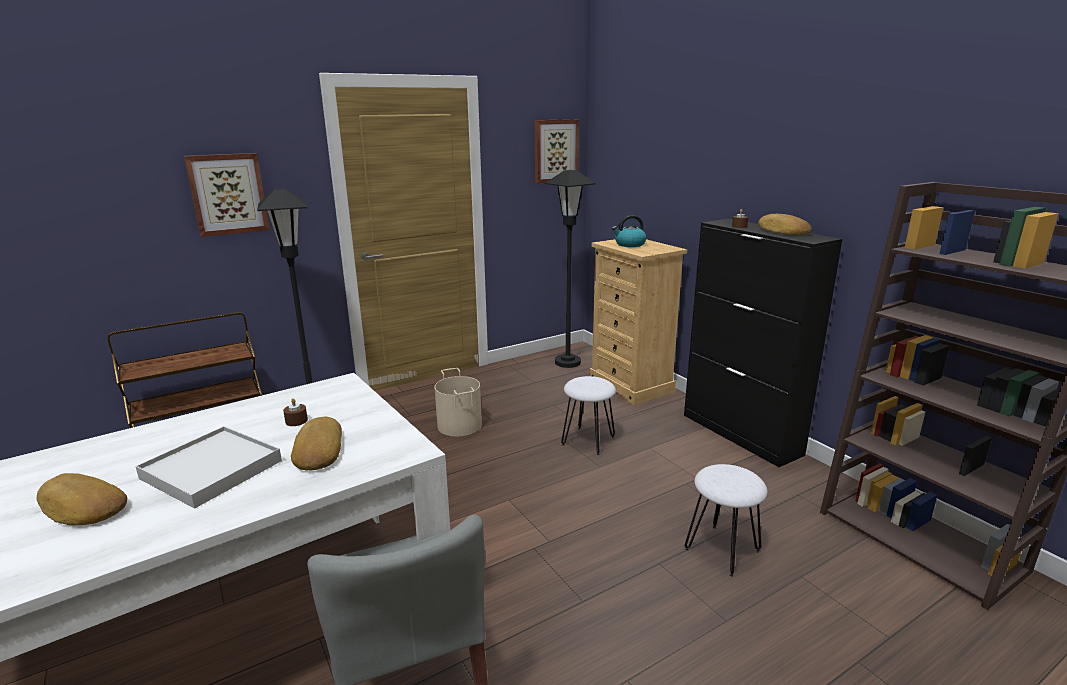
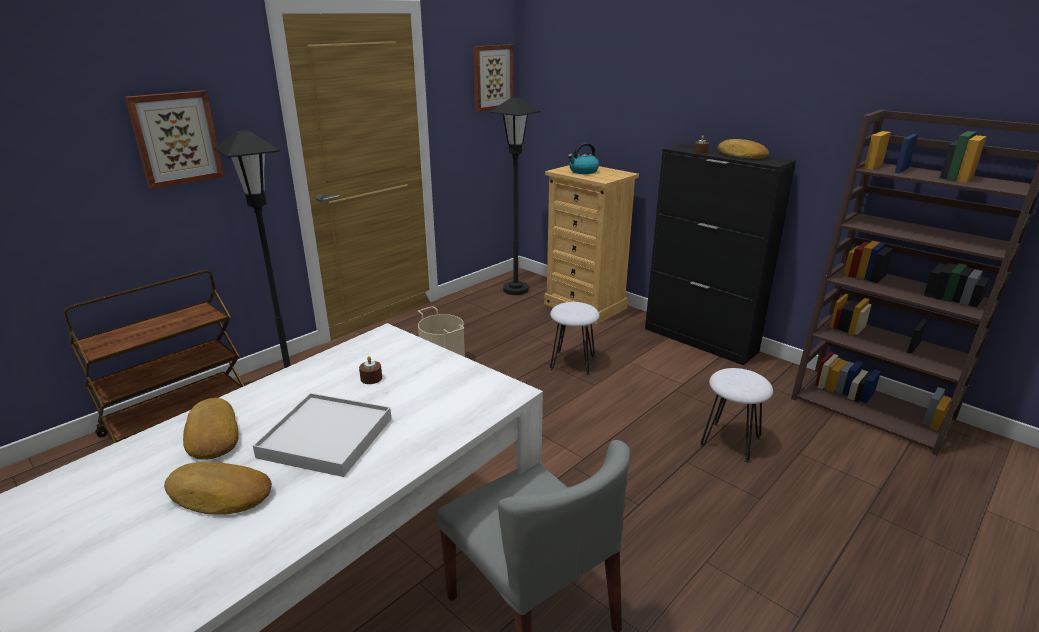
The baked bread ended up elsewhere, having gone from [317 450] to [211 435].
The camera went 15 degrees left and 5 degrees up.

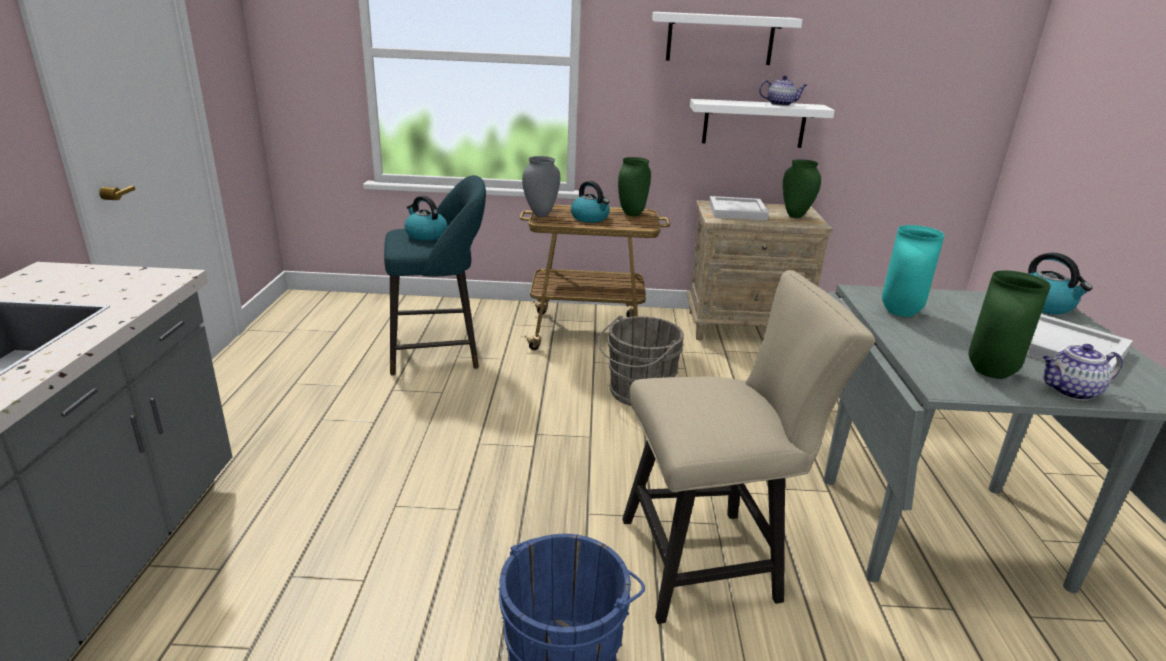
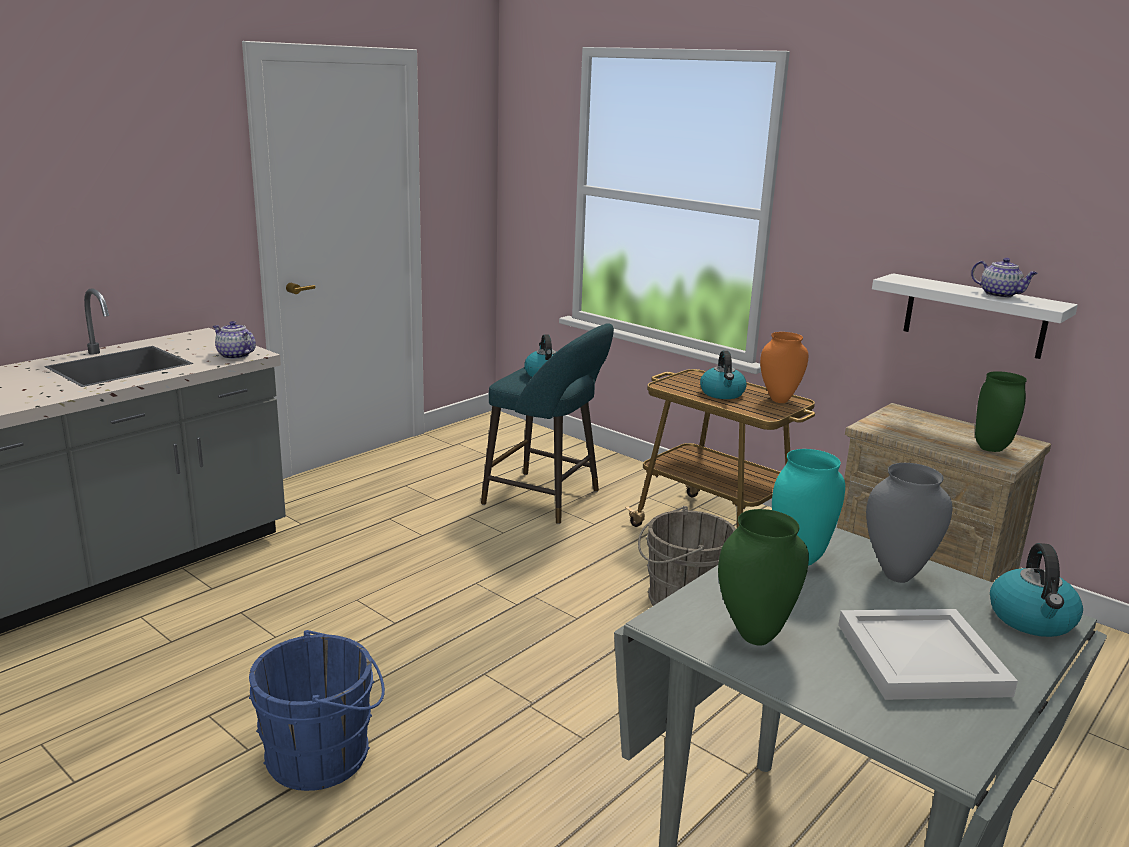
The second view lost the white-coloured shelf at [720 39].
The gray flower vase ended up elsewhere, having gone from [540 214] to [897 574].
What was the green-coloured flower vase at [631 214] turned into the orange-coloured flower vase at [779 400].
The second view lost the white-coloured serving tray at [738 211].
The second view lost the beige-coloured upright chair at [711 560].
The pot for tea ended up elsewhere, having gone from [1070 391] to [234 355].
The camera went 40 degrees right and 5 degrees down.

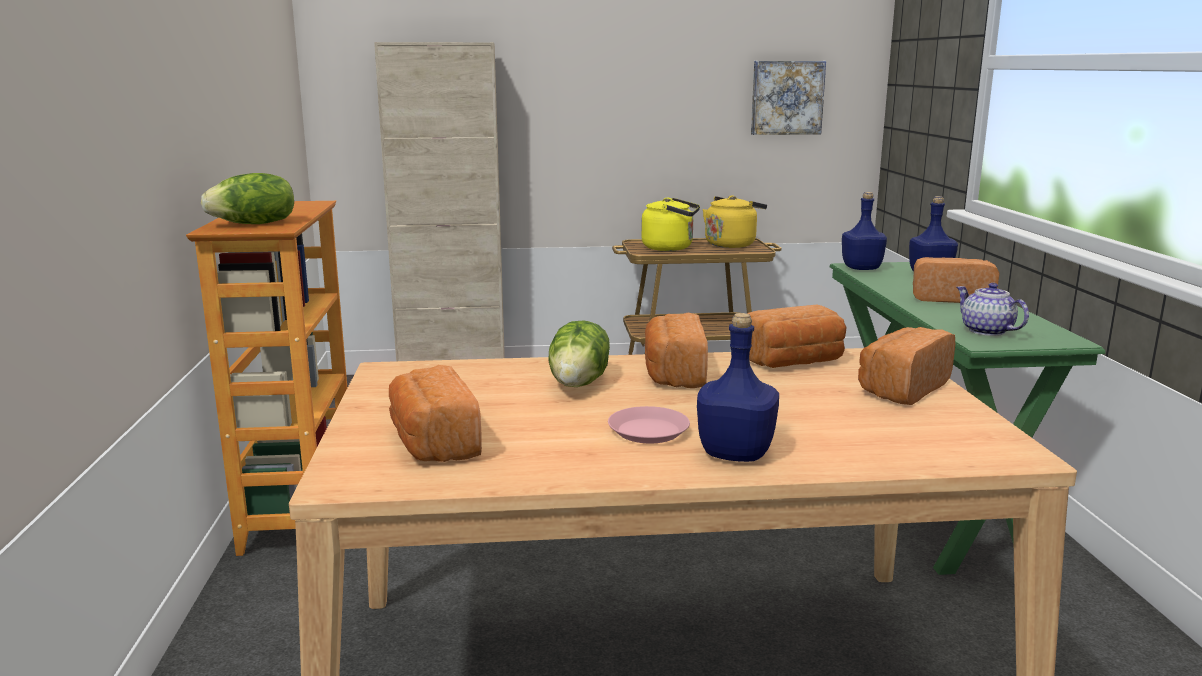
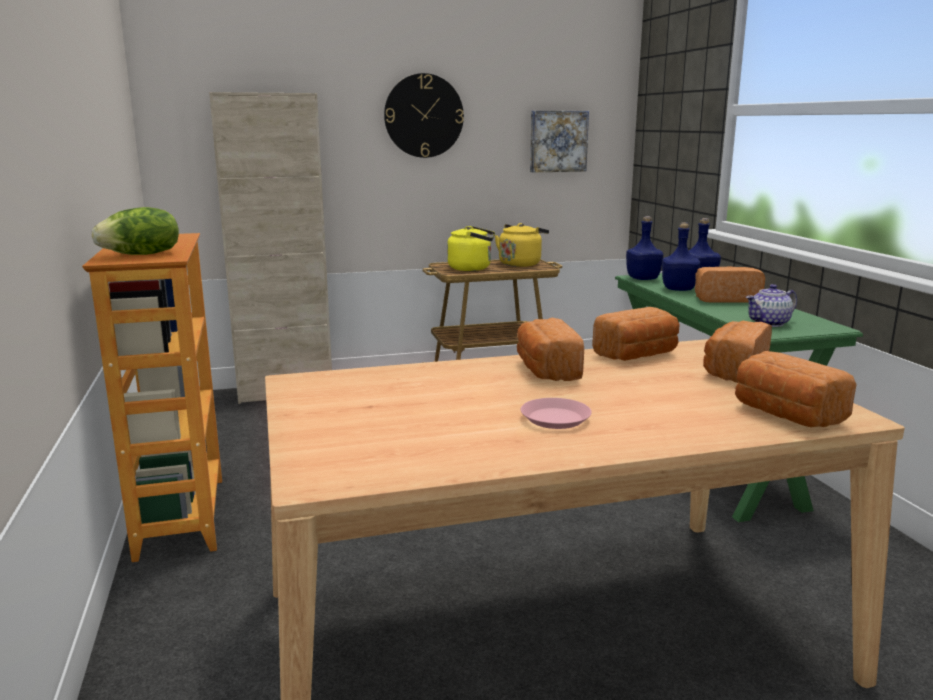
The pot for tea at [987 331] ended up facing another way, 75 degrees counterclockwise from before.
The blue-coloured drink bottle ended up elsewhere, having gone from [734 453] to [678 289].
The second view lost the lettuce head at [580 383].
The baked bread ended up elsewhere, having gone from [433 443] to [785 414].
The second view gained the clock on the wall at [423 116].
The camera went 10 degrees left and 0 degrees up.

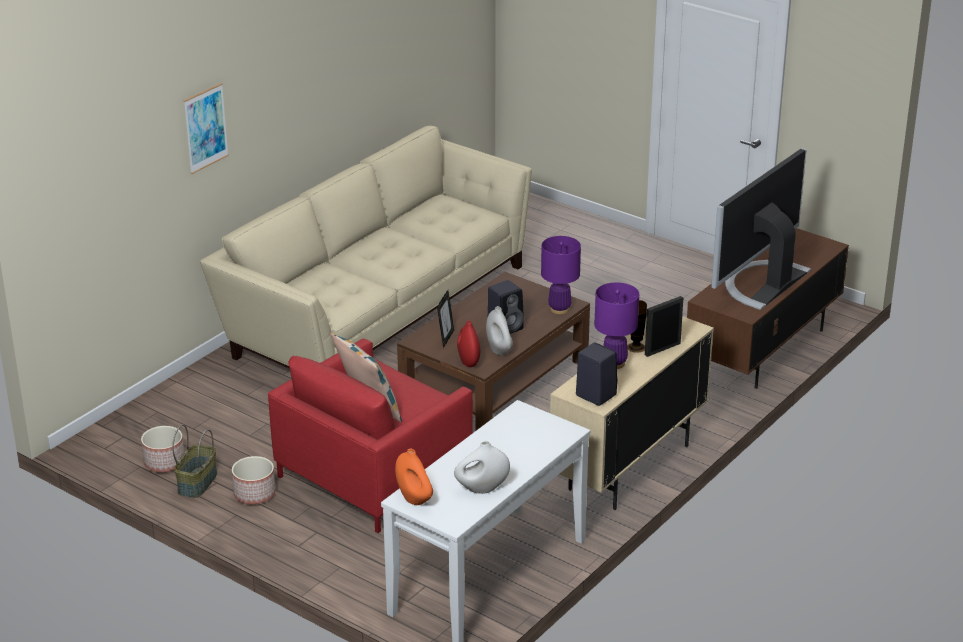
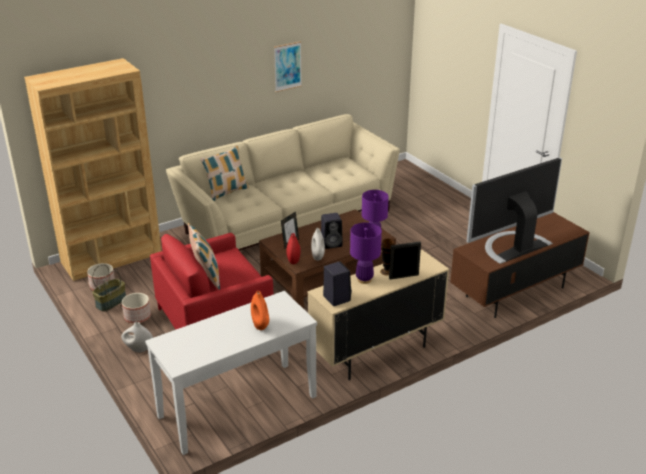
The picture ended up elsewhere, having gone from [205 128] to [287 66].
The white-coloured flower vase ended up elsewhere, having gone from [482 489] to [138 349].
The orange-coloured flower vase ended up elsewhere, having gone from [414 498] to [260 325].
The second view gained the brown bookcase at [112 258].
The second view gained the pillow at [226 192].
The camera went 20 degrees right and 0 degrees up.

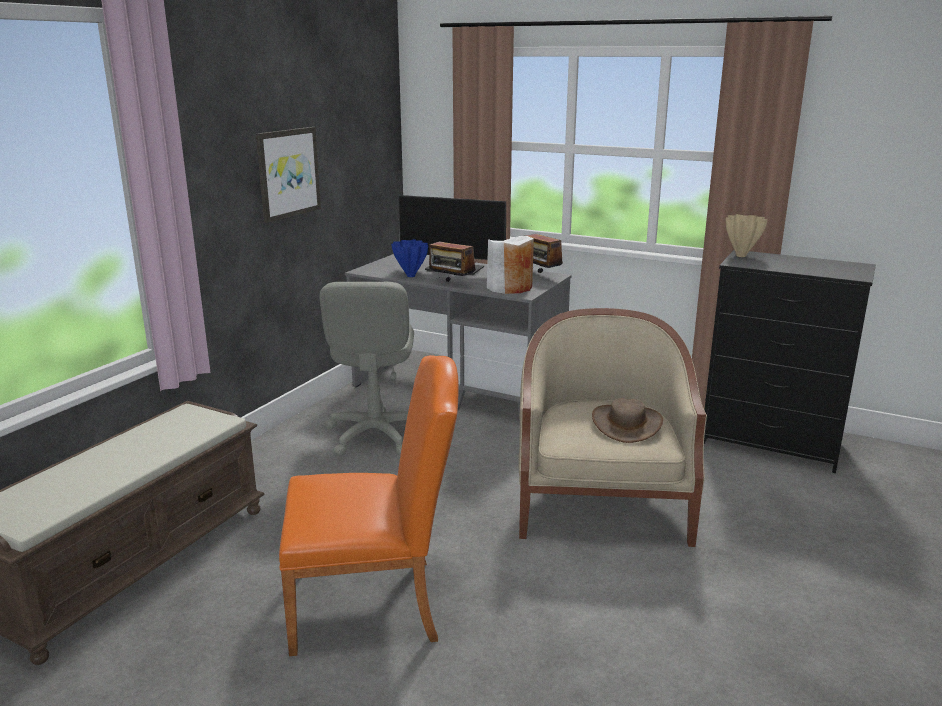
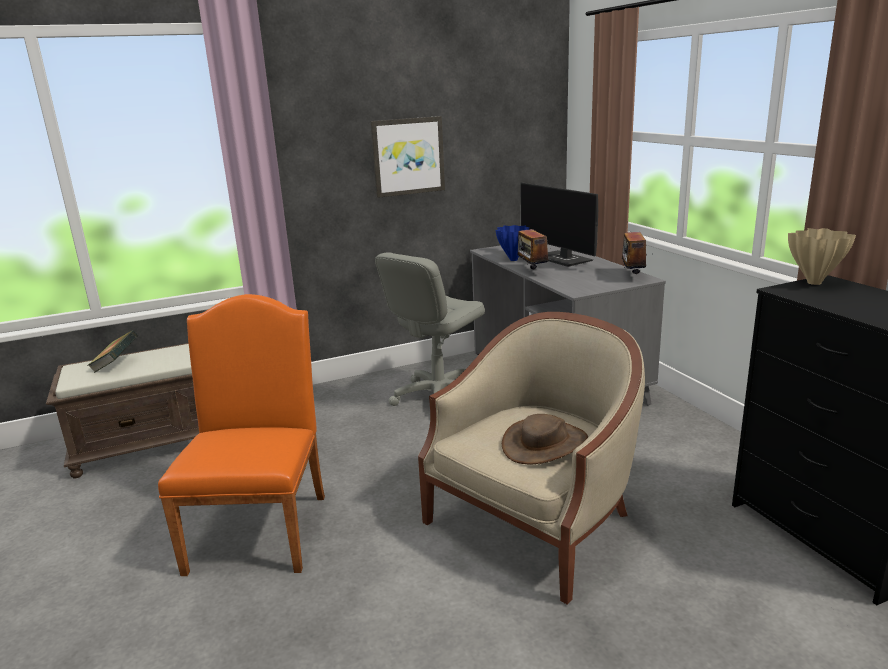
The second view lost the white-coloured flower vase at [510 287].
The orange-coloured upright chair at [376 603] ended up facing another way, 120 degrees counterclockwise from before.
The second view gained the bound book at [116 365].
The camera went 40 degrees right and 0 degrees up.

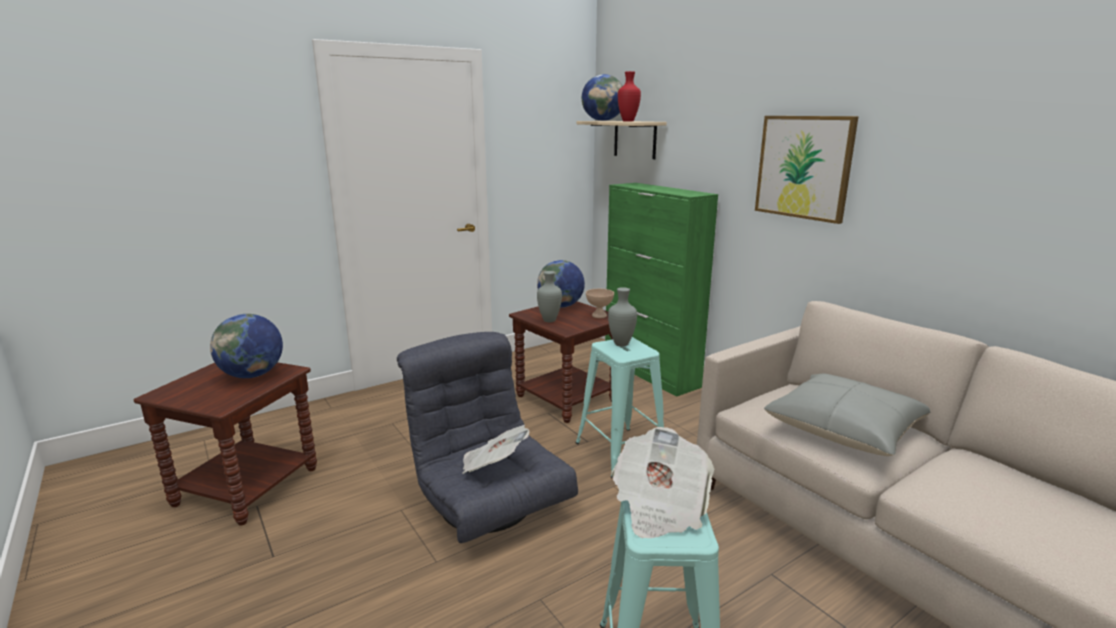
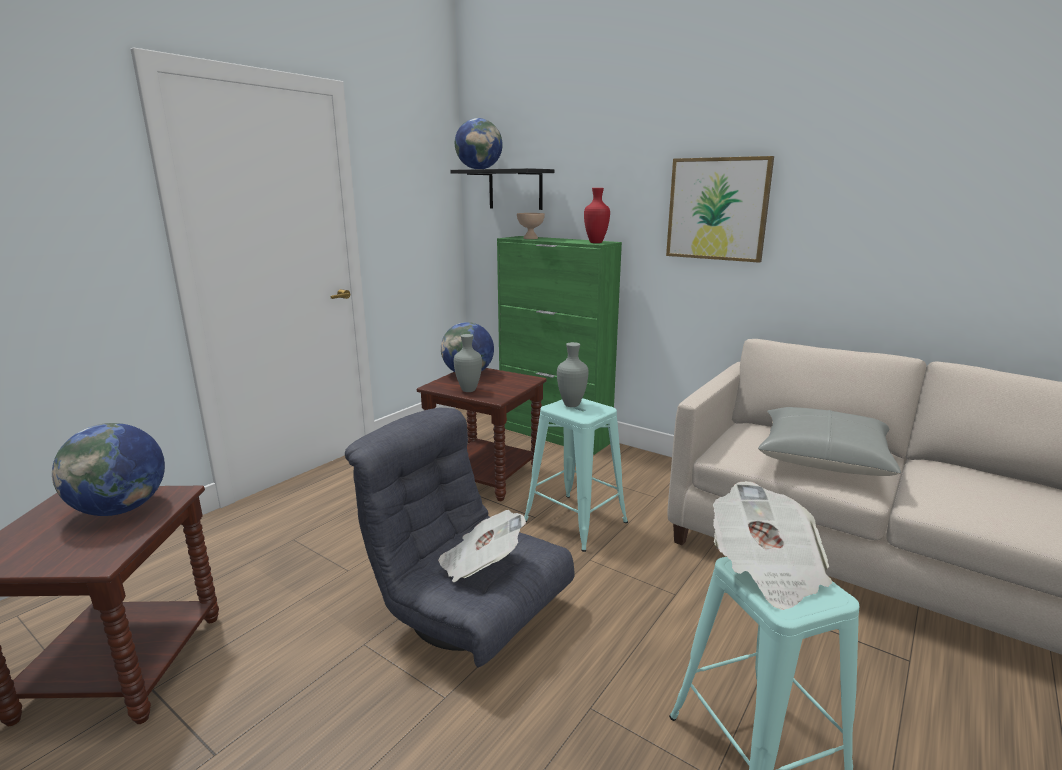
The red-coloured flower vase ended up elsewhere, having gone from [627 121] to [595 242].
What was the beige-coloured shelf at [635 139] turned into the blackish shelf at [515 189].
The beige-coloured deep dish ended up elsewhere, having gone from [600 316] to [531 238].
The camera went 20 degrees left and 0 degrees up.

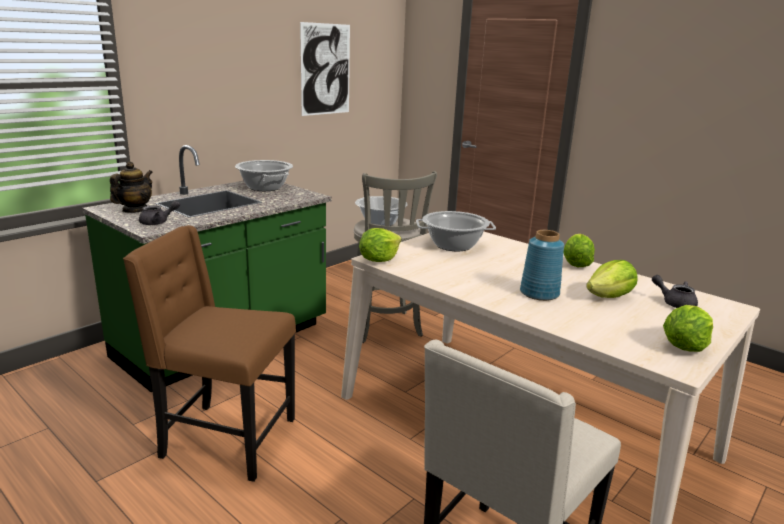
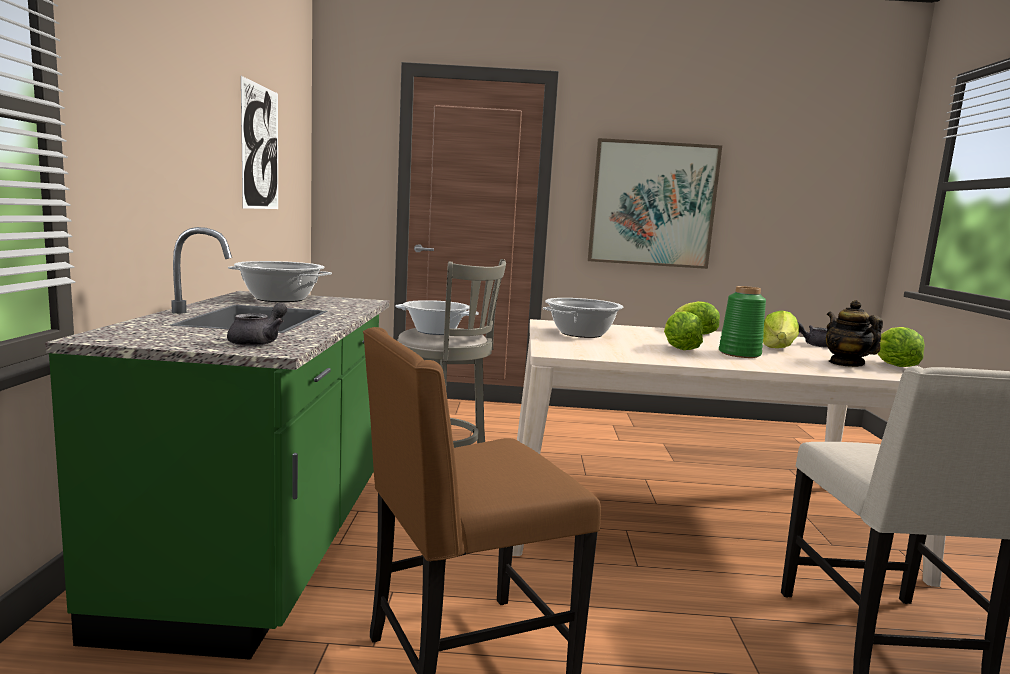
The pot for tea ended up elsewhere, having gone from [134 210] to [846 363].
The lettuce head ended up elsewhere, having gone from [379 260] to [679 349].
What was the blue-coloured flower vase at [540 293] turned into the green-coloured flower vase at [740 354].
The second view gained the picture at [652 204].
The camera went 40 degrees left and 10 degrees down.

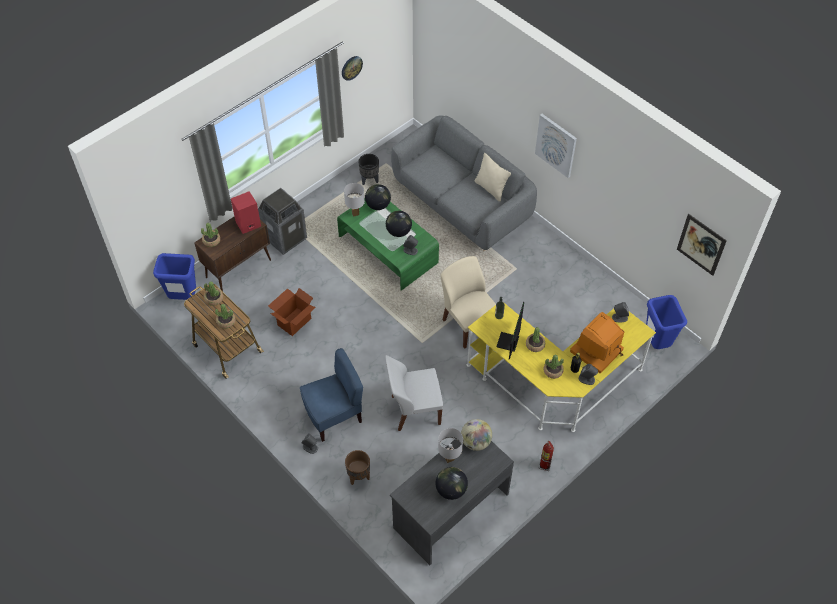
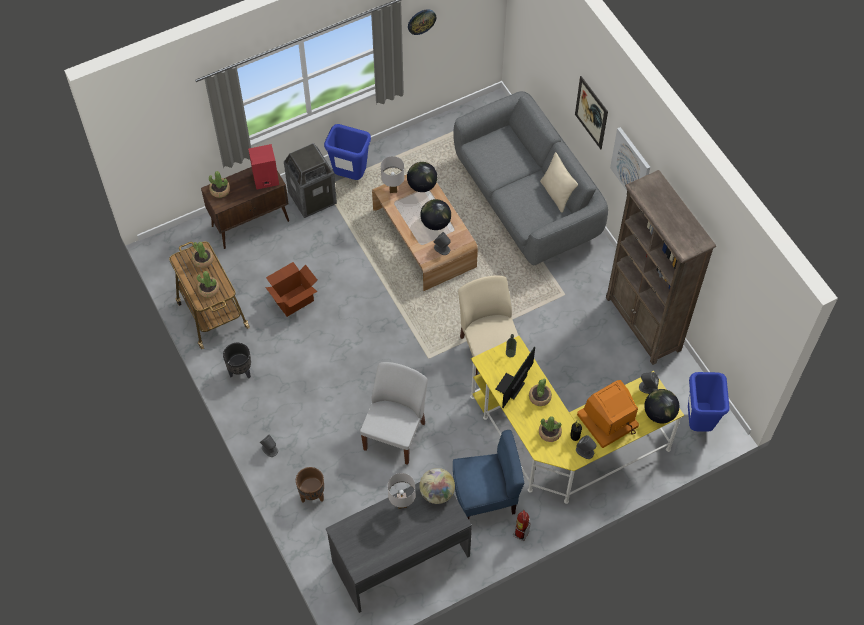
The blackish plant pot ended up elsewhere, having gone from [369 180] to [240 371].
What was the green-coloured lounge table at [388 249] turned into the brown lounge table at [424 238].
The picture ended up elsewhere, having gone from [701 244] to [591 112].
The blue-coloured trash can ended up elsewhere, having gone from [183 297] to [350 176].
The blue-coloured upright chair ended up elsewhere, having gone from [334 415] to [485 497].
The white-coloured upright chair at [414 410] ended up facing another way, 105 degrees clockwise from before.
The globe ended up elsewhere, having gone from [451 490] to [659 413].
The second view gained the brown bookcase at [643 324].
The camera went 15 degrees right and 5 degrees up.

